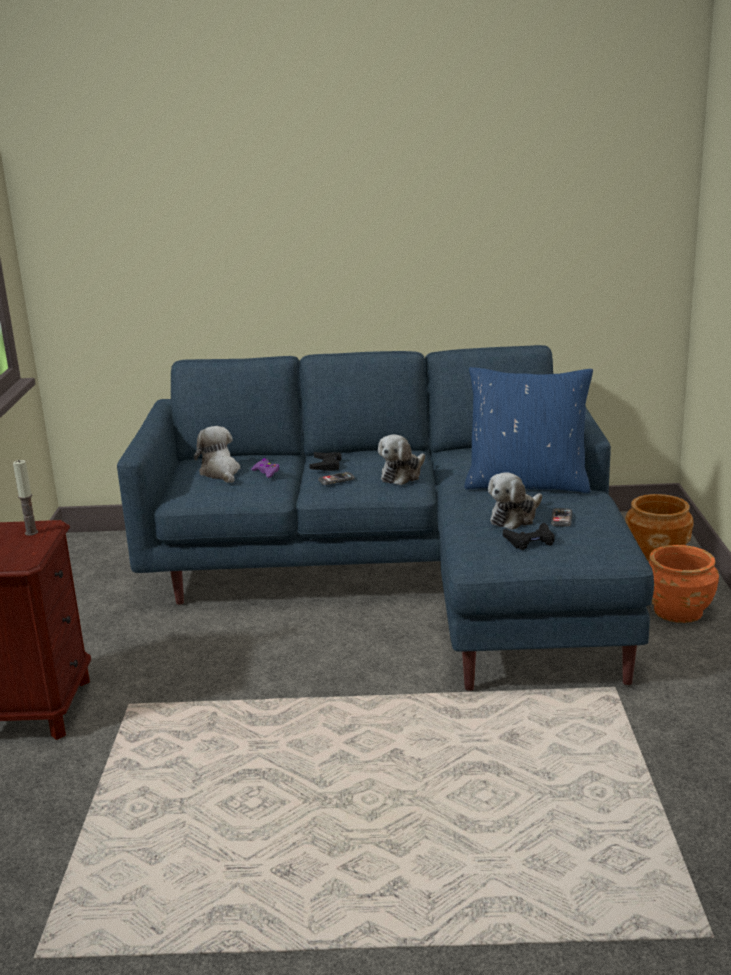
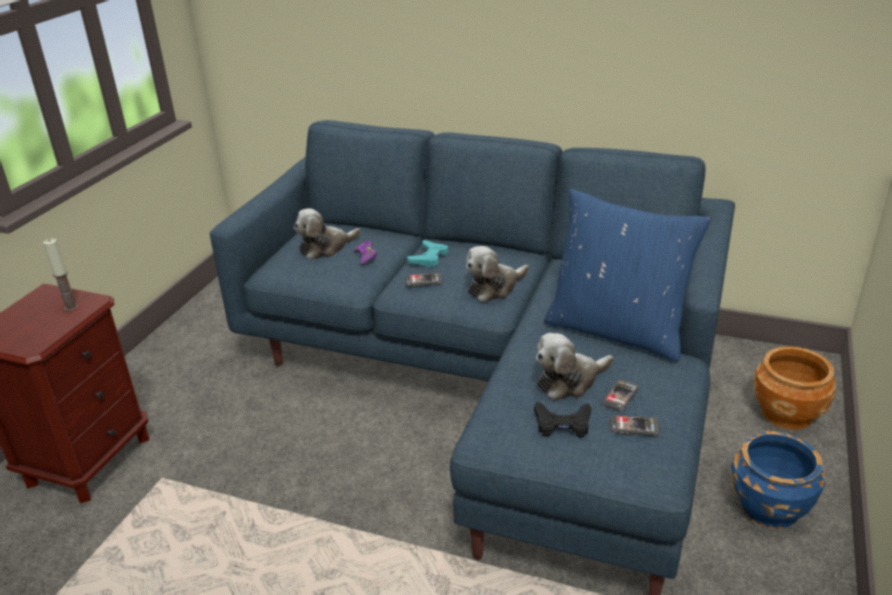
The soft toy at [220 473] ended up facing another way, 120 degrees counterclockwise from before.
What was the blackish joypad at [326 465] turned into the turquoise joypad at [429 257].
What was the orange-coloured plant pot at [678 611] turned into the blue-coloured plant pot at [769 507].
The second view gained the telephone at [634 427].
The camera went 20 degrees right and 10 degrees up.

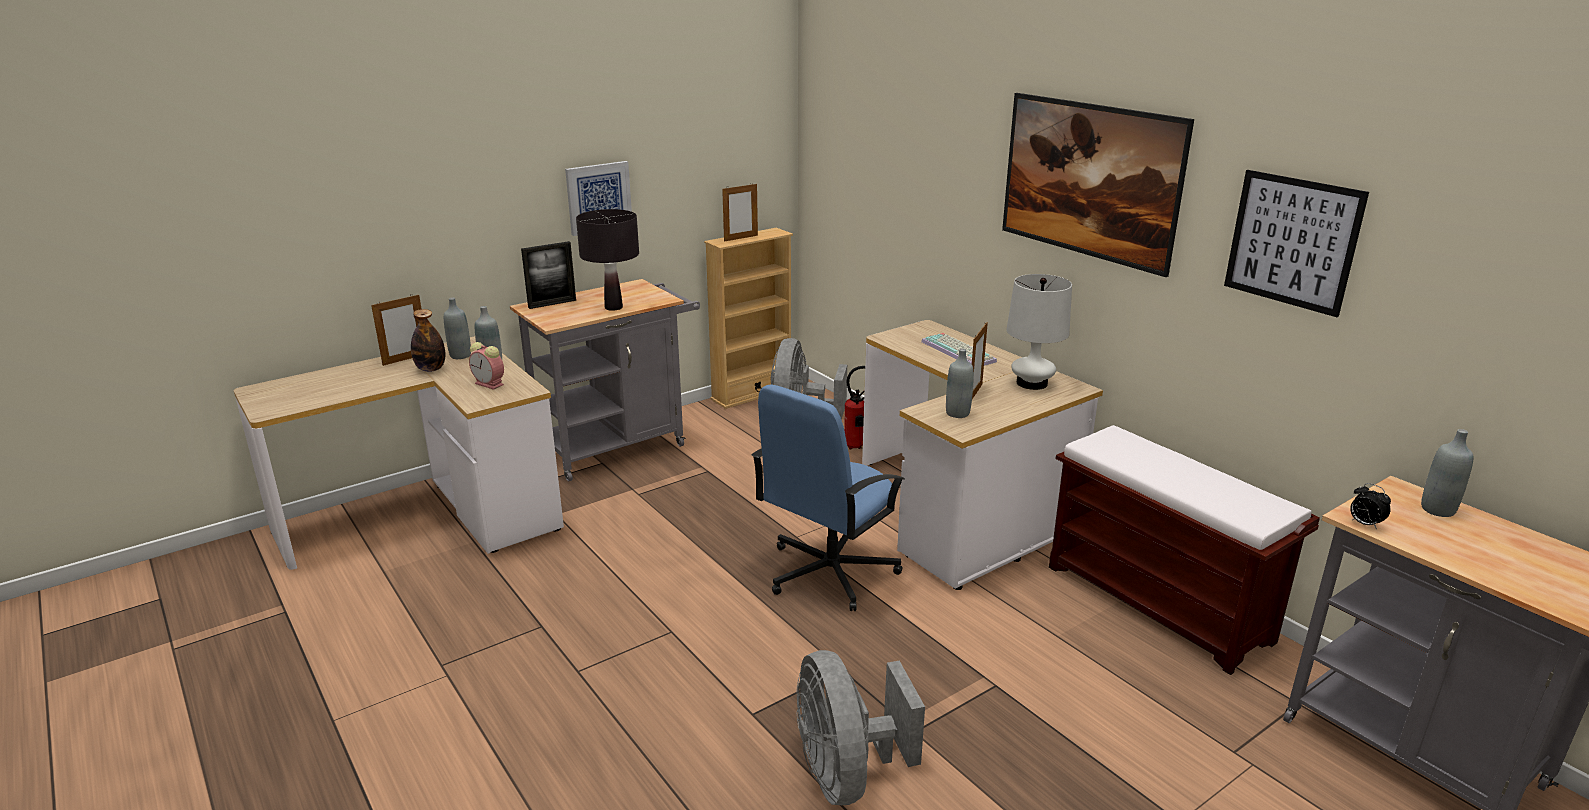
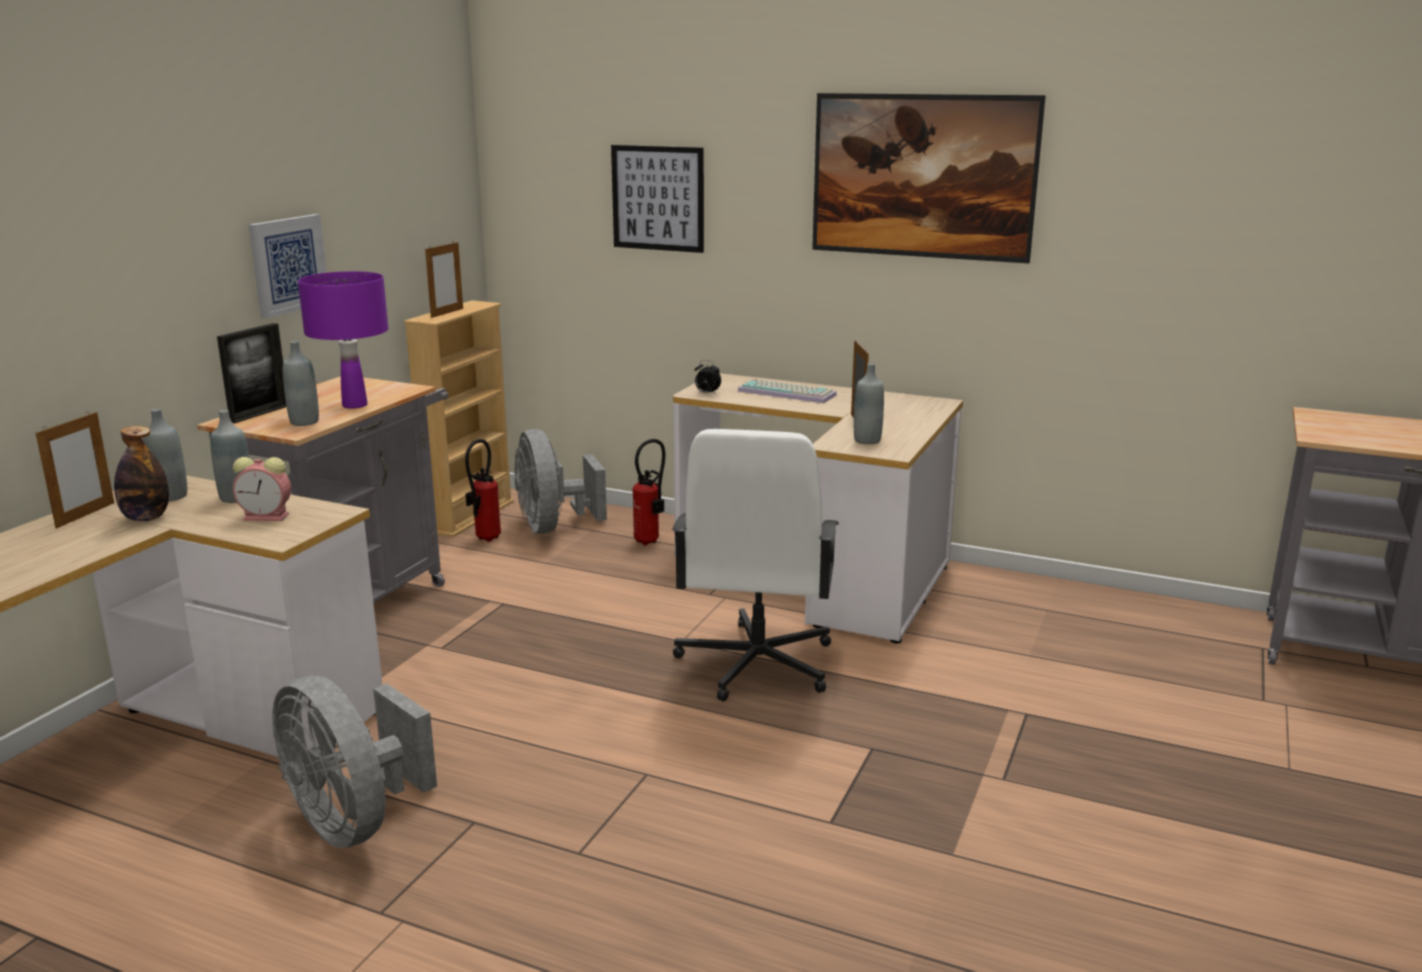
The picture ended up elsewhere, having gone from [1292 241] to [658 198].
What was the blackish lamp for a table at [613 308] turned into the purple lamp for a table at [355 405].
The second view lost the white-coloured lamp for a table at [1031 383].
What was the blue-coloured office chair at [829 572] turned into the white-coloured office chair at [755 664].
The second view lost the brown indoor bench at [1159 603].
The gray drink bottle ended up elsewhere, having gone from [1437 510] to [304 422].
The table clock ended up elsewhere, having gone from [1364 524] to [707 393].
The gray electric fan ended up elsewhere, having gone from [847 774] to [354 822].
The second view gained the fire extinguisher at [484 539].
The camera went 30 degrees left and 5 degrees down.

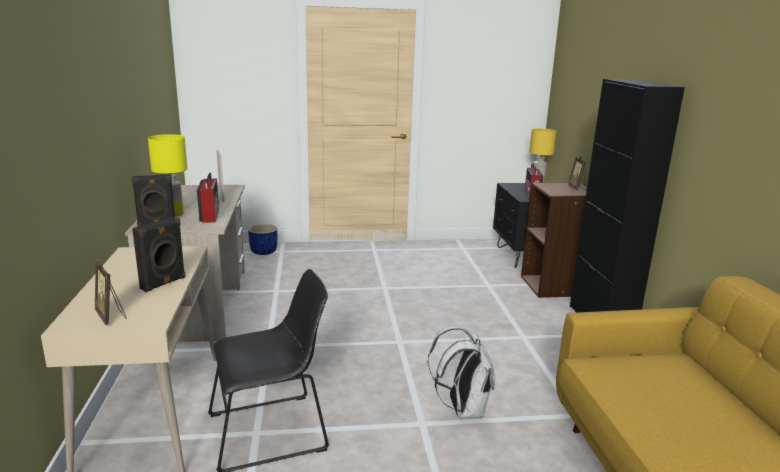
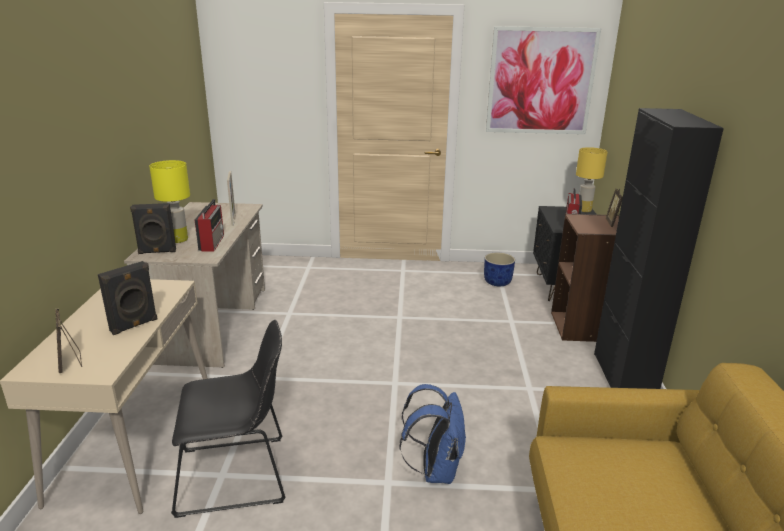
The blue-coloured plant pot ended up elsewhere, having gone from [264 251] to [498 282].
What was the white-coloured rucksack at [462 409] turned into the blue-coloured rucksack at [435 469].
The second view gained the picture at [541 81].
The camera went 10 degrees right and 5 degrees up.

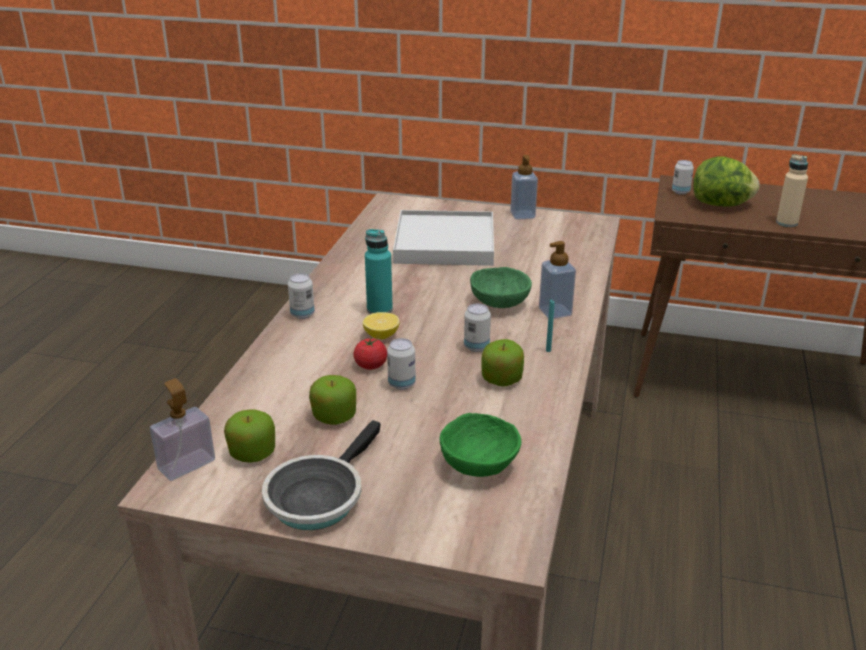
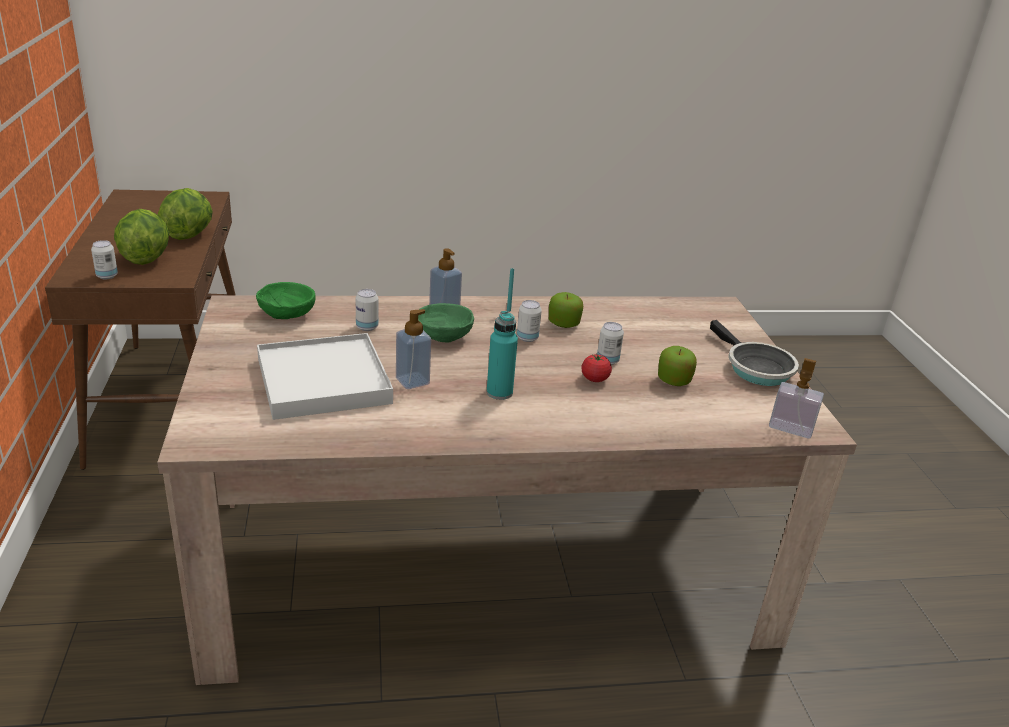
Where the beige-coloured drink bottle stood at [786 223], the lettuce head came to stand at [189 235].
The soap dispenser ended up elsewhere, having gone from [522 215] to [412 381].
The can ended up elsewhere, having gone from [302 314] to [367 327].
The second view lost the lemon at [381 336].
The second view lost the whole apple at [252 453].
The green-coloured deep dish ended up elsewhere, having gone from [479 464] to [287 315].
The frying pan at [318 496] ended up facing another way, 60 degrees clockwise from before.
The camera went 115 degrees left and 0 degrees up.

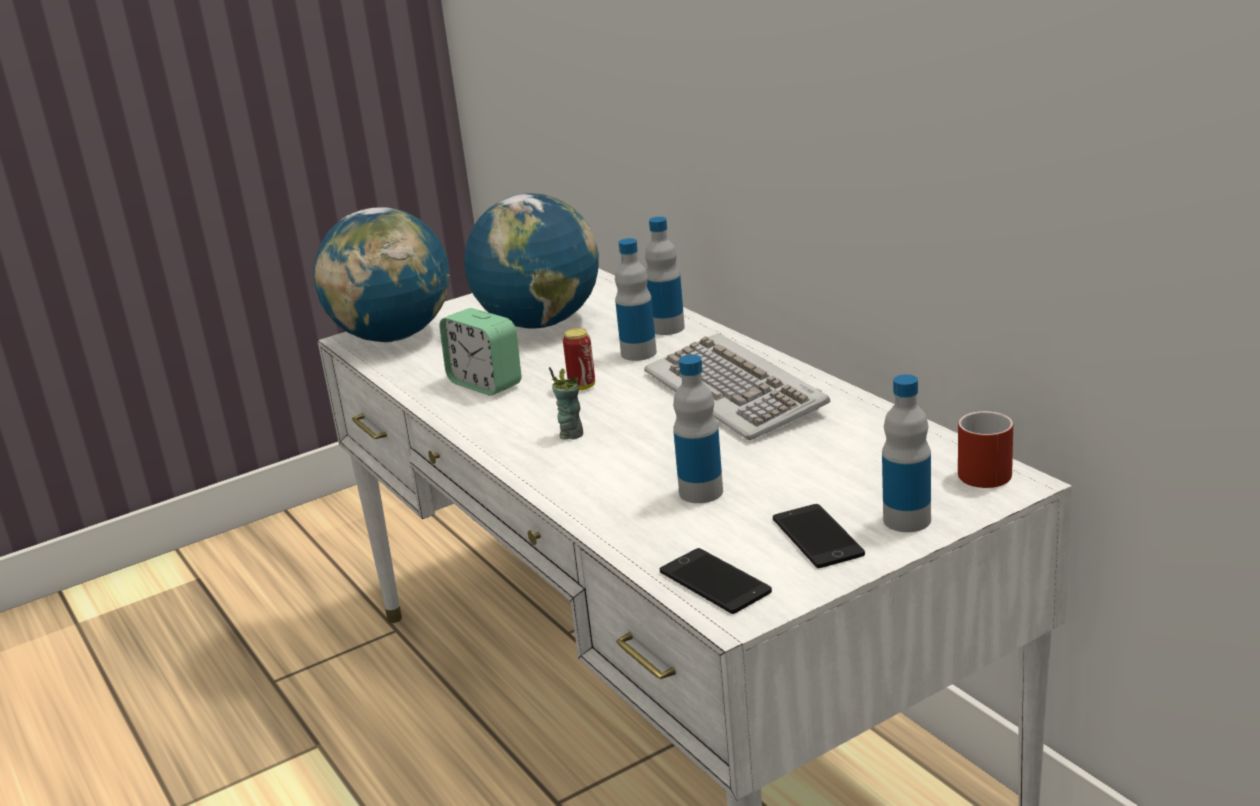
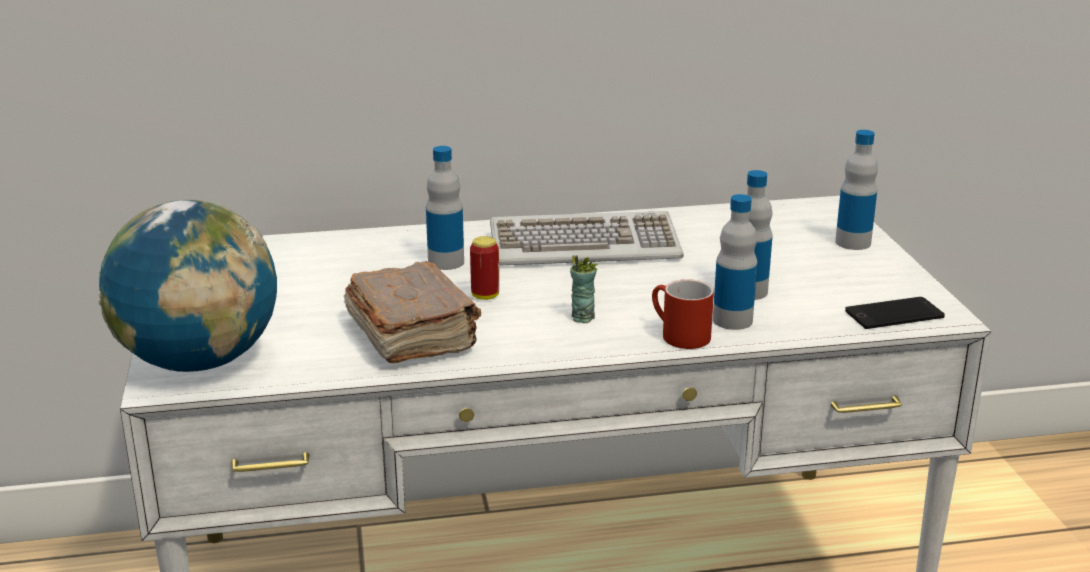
The second view lost the globe at [540 324].
The drink bottle ended up elsewhere, having gone from [667 328] to [732 320].
Where the table clock stood at [485 383], the brown bound book came to stand at [412 335].
The red-coloured mug ended up elsewhere, having gone from [984 470] to [677 335].
The second view lost the telephone at [817 537].
The camera went 70 degrees left and 0 degrees up.

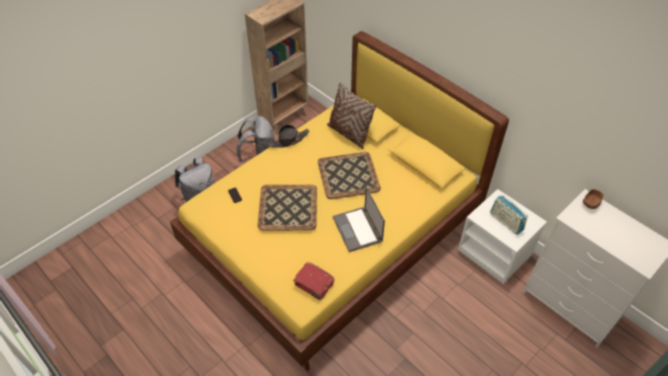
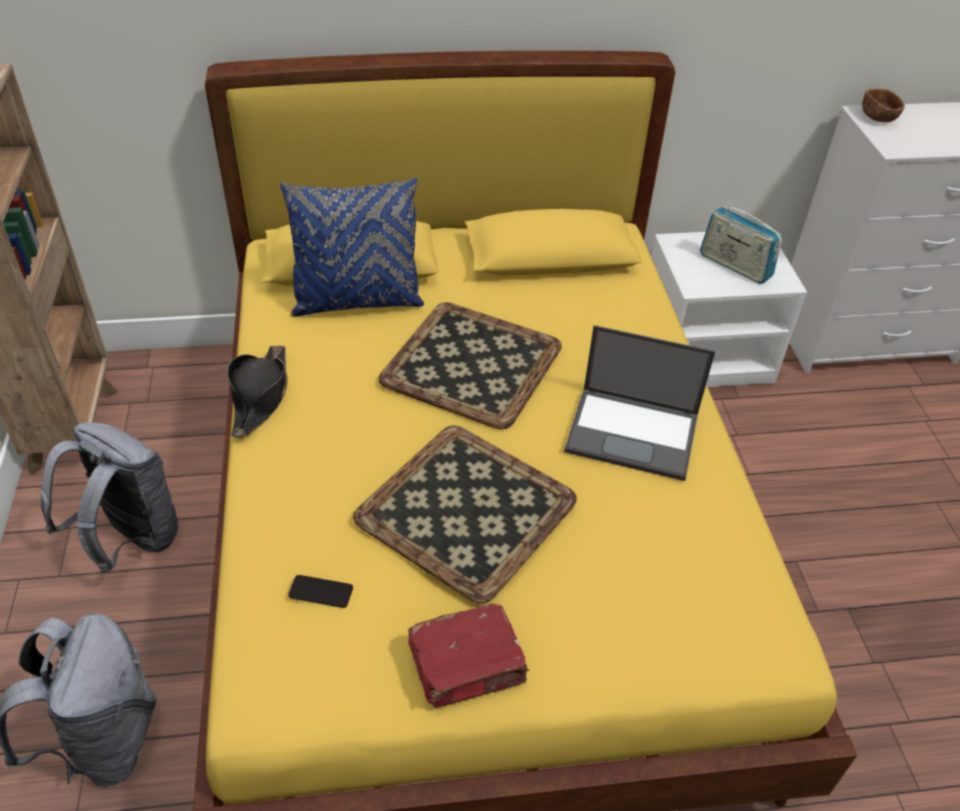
What was the brown pillow at [349 134] turned into the blue-coloured pillow at [357 301].
The radio set at [506 222] ended up facing another way, 45 degrees clockwise from before.
The red-coloured bound book ended up elsewhere, having gone from [314 284] to [468 666].
The camera went 55 degrees left and 5 degrees down.

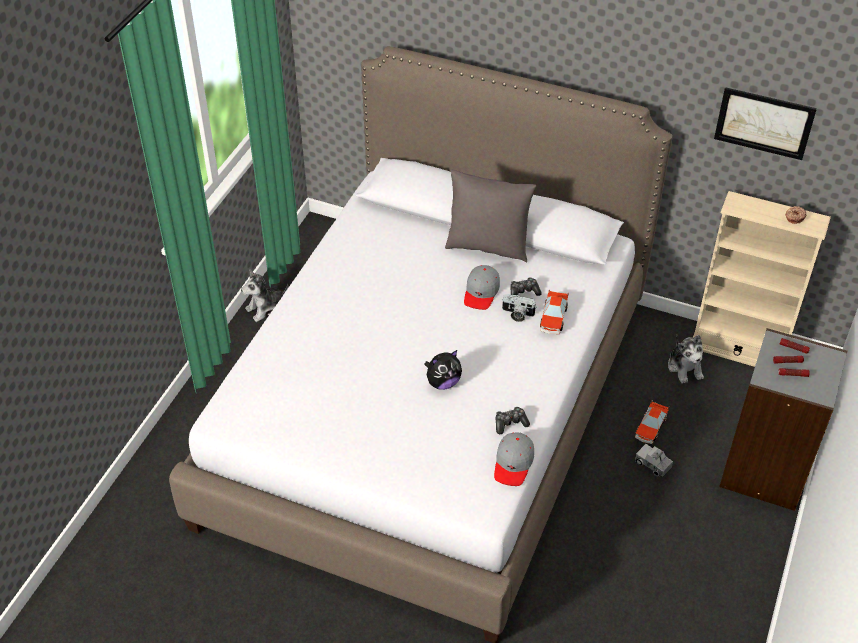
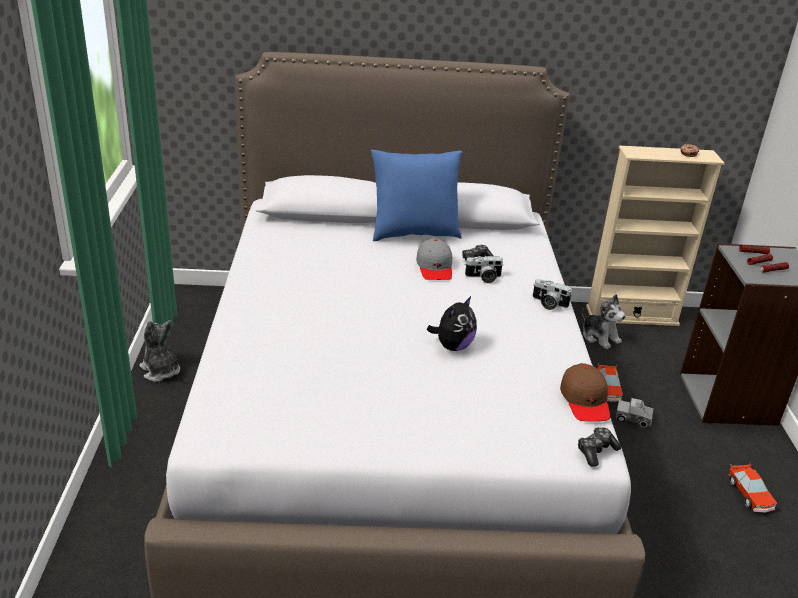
The second view lost the picture at [764 123].
What was the gray pillow at [487 246] turned into the blue-coloured pillow at [414 233].
The soft toy at [266 308] ended up facing another way, 105 degrees clockwise from before.
The model car ended up elsewhere, having gone from [553 318] to [749 495].
The joypad ended up elsewhere, having gone from [510 423] to [596 451].
What was the gray cap at [513 463] turned into the brown cap at [585 400].
The second view gained the photo camera at [548 303].
The camera went 25 degrees left and 15 degrees down.

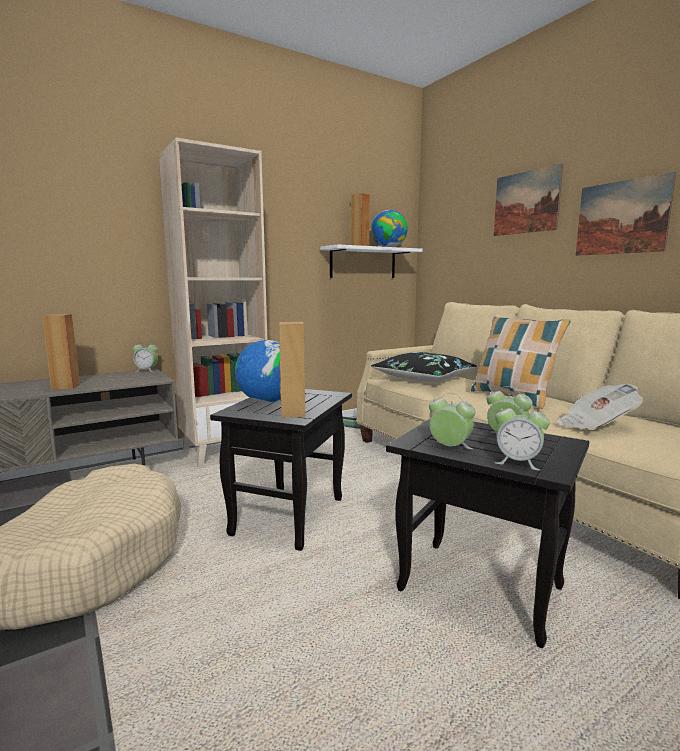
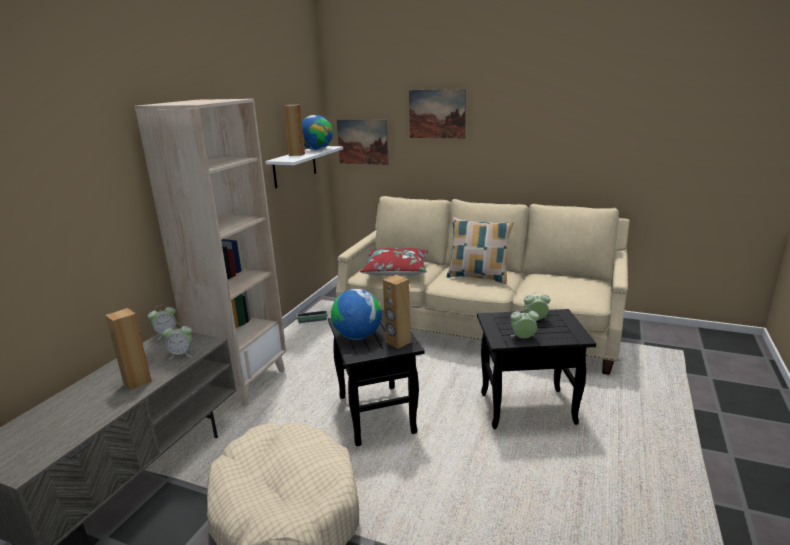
The picture ended up elsewhere, having gone from [621 217] to [362 142].
What was the blackish pillow at [423 378] turned into the red-coloured pillow at [396 270].
The second view lost the newspaper at [595 425].
The table clock ended up elsewhere, having gone from [518 462] to [181 354].
The camera went 35 degrees left and 10 degrees up.

